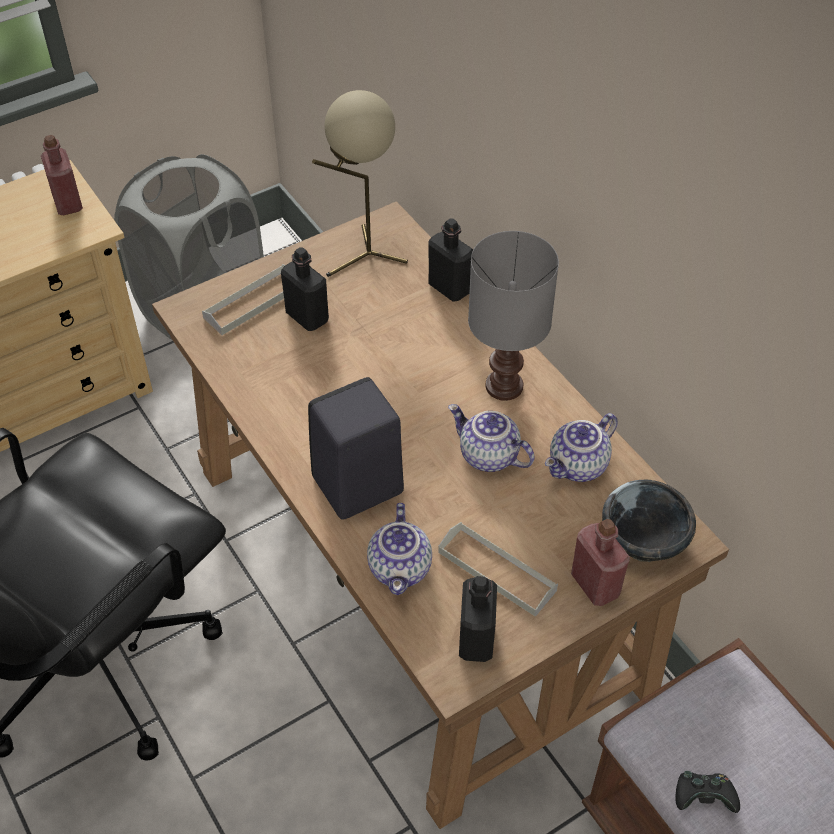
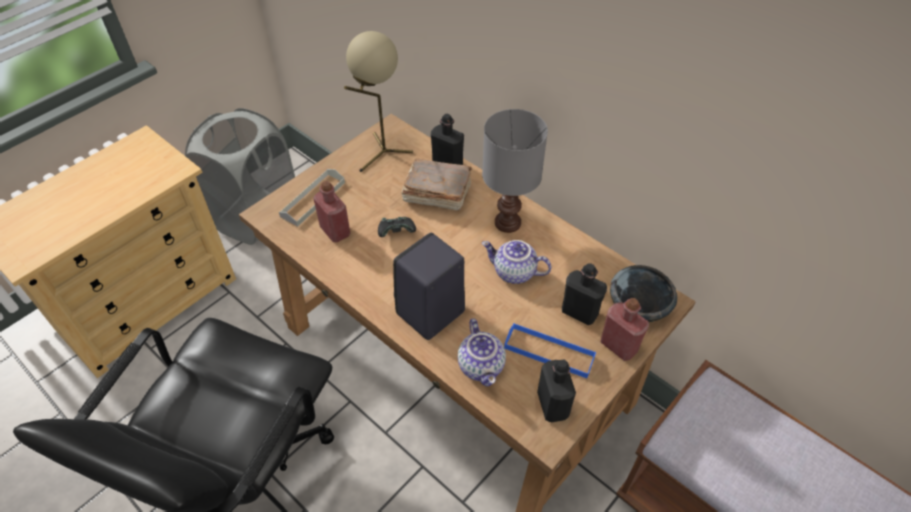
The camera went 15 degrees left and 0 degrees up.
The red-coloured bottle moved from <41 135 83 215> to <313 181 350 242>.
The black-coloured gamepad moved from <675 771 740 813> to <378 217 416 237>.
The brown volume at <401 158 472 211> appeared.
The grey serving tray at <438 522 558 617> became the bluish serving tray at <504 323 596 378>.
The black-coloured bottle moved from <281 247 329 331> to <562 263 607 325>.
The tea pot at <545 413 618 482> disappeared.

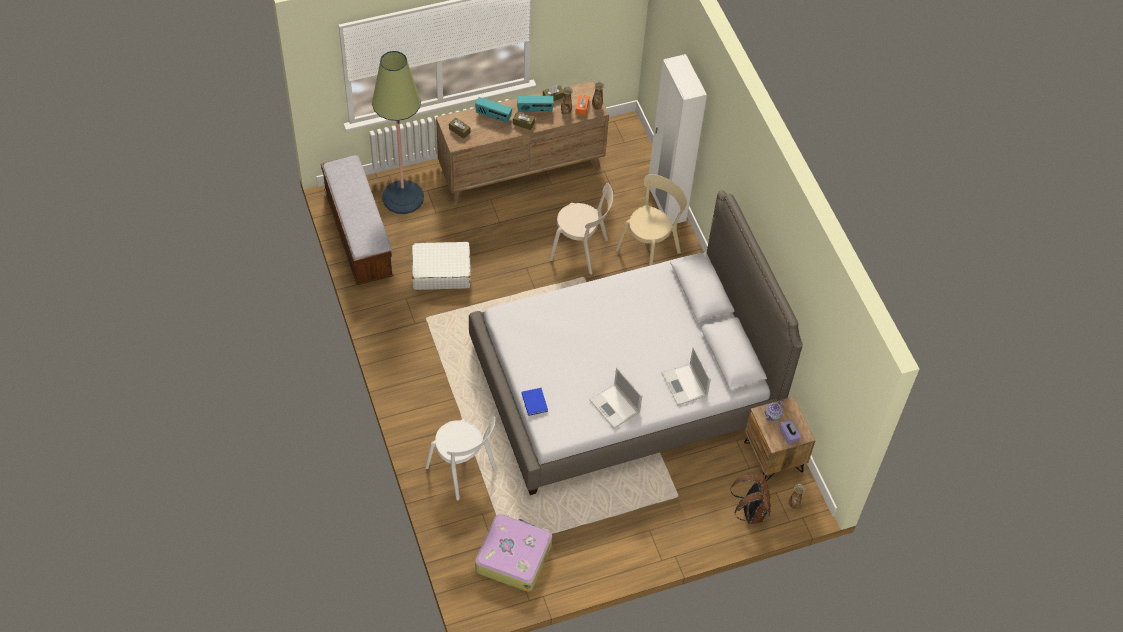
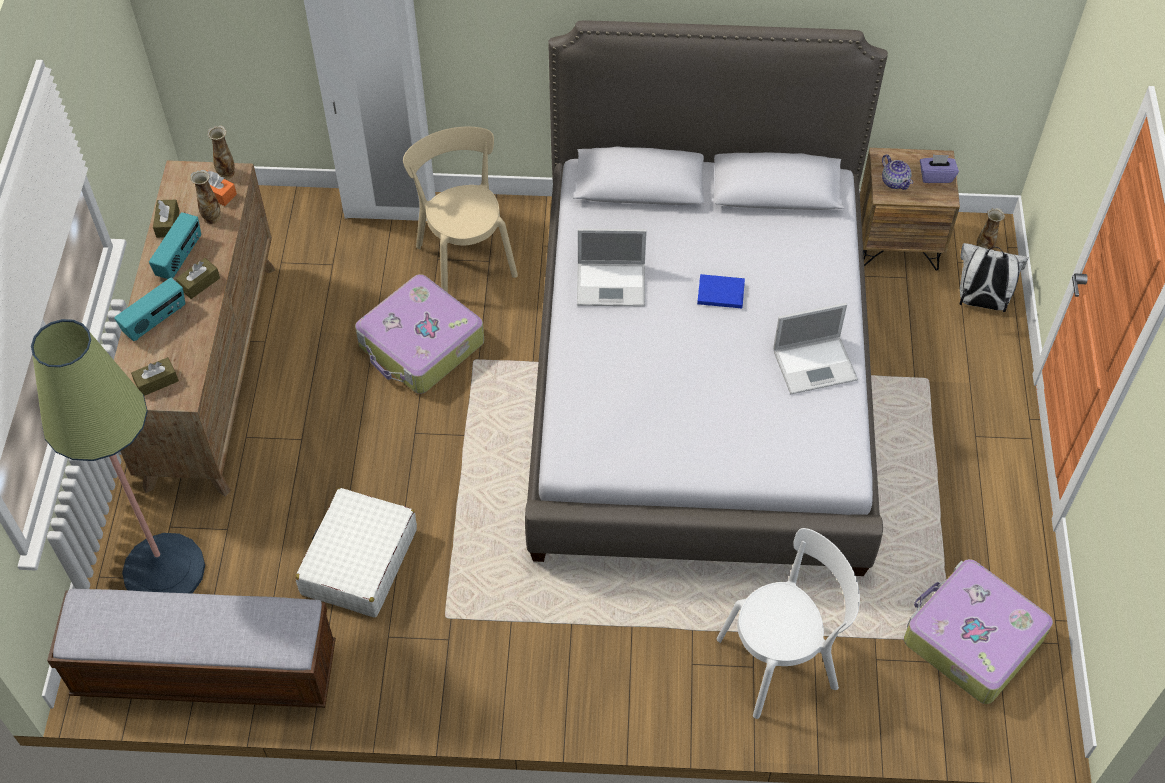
The camera went 65 degrees left and 0 degrees up.
The beige-coloured chair at <549 183 613 275> was replaced by the suitcase at <355 274 484 394>.
The portable computer moved from <662 347 711 405> to <577 229 647 307>.
The bluish volume moved from <522 388 548 416> to <697 274 745 308>.
The brown backpack at <730 473 771 524> became the white backpack at <960 243 1029 312>.

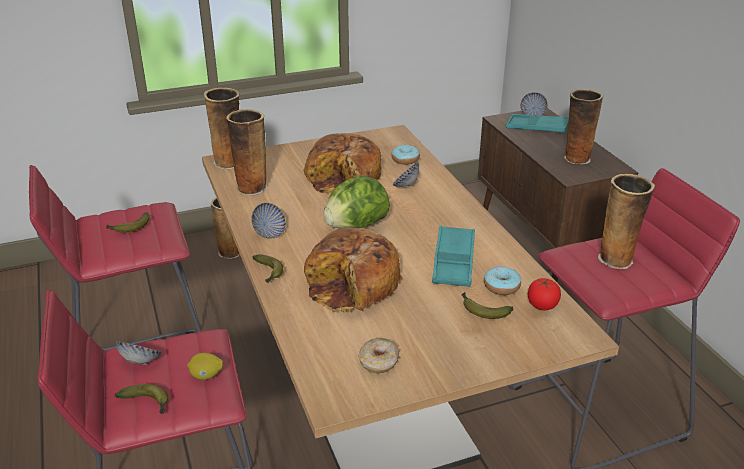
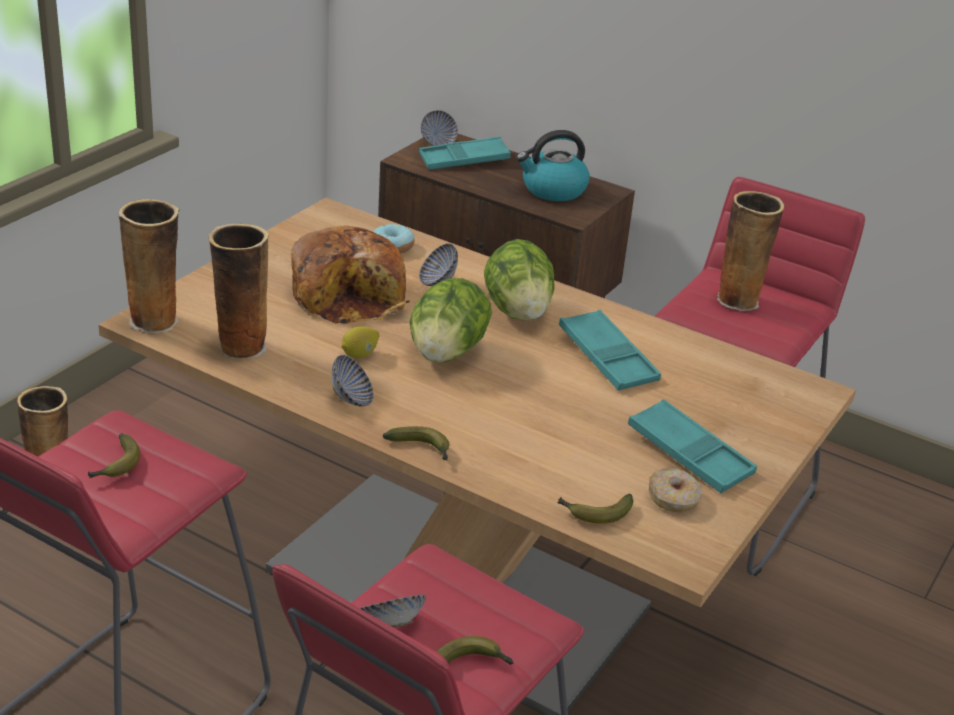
The camera went 40 degrees left and 0 degrees up.
The whole lemon moved from <187 353 223 380> to <342 326 379 358>.
The lettuce at <484 239 555 321> appeared.
The decorative vase at <564 89 603 164> was replaced by the tea kettle at <516 130 590 201>.
The whole banana moved from <462 292 513 319> to <557 494 633 524>.
The turquoise-coloured serving tray at <628 399 757 493> appeared.
The bread at <304 227 403 313> disappeared.
The doughnut at <484 266 521 295> disappeared.
The fresh tomato at <528 278 561 310> disappeared.

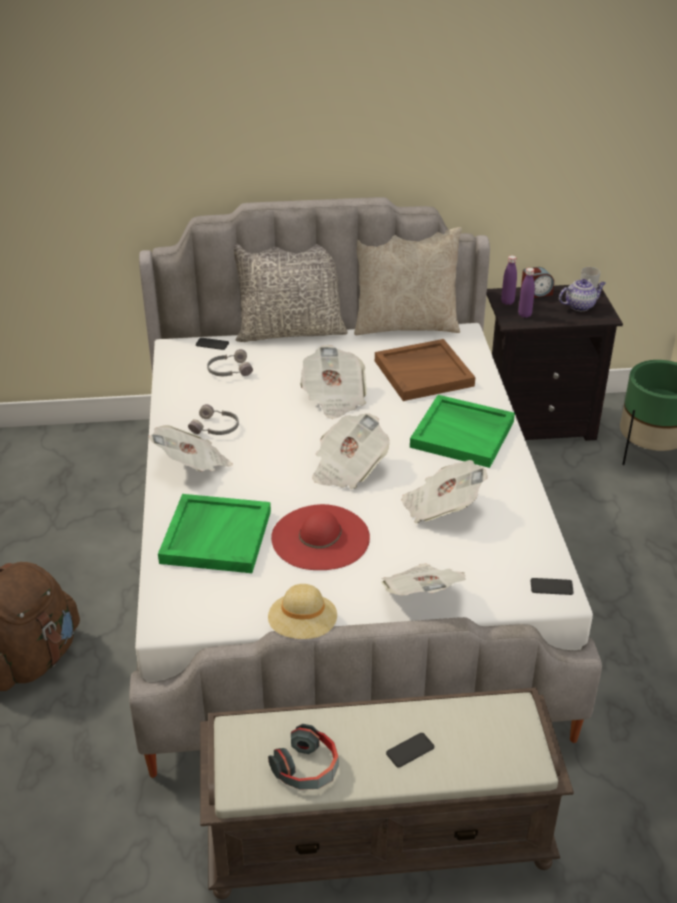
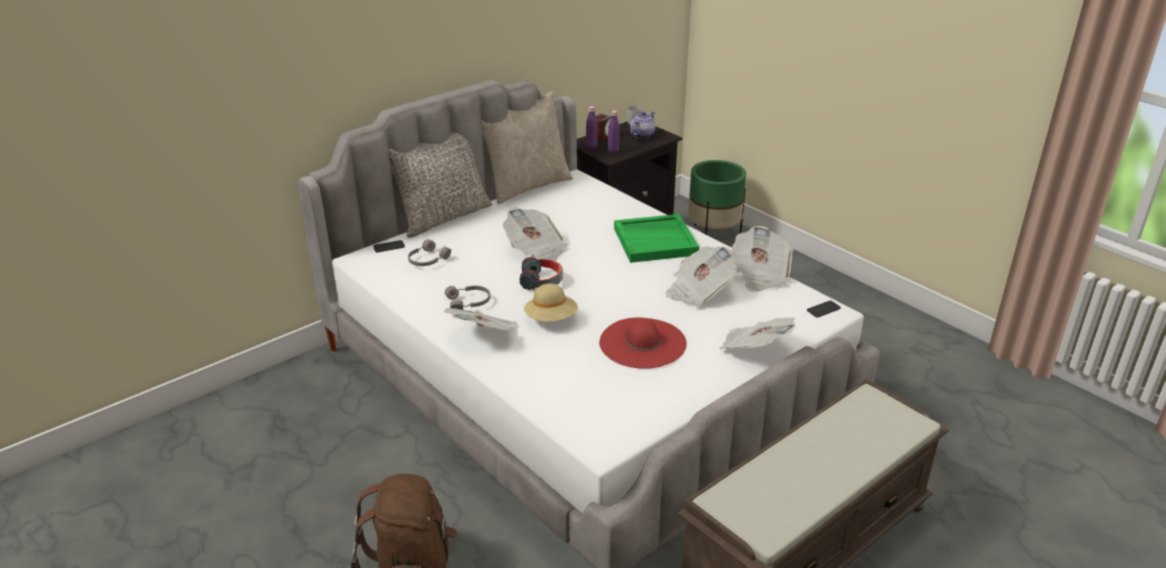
The camera went 35 degrees left and 5 degrees down.
The headset moved from <268 724 339 789> to <520 257 563 290>.
The beige-coloured hat moved from <268 584 337 639> to <524 283 578 322>.
The printed paper moved from <312 413 389 489> to <731 226 793 292>.
The green serving tray at <158 494 271 573> disappeared.
The brown serving tray at <375 339 475 401> disappeared.
The telephone at <386 733 434 768> disappeared.

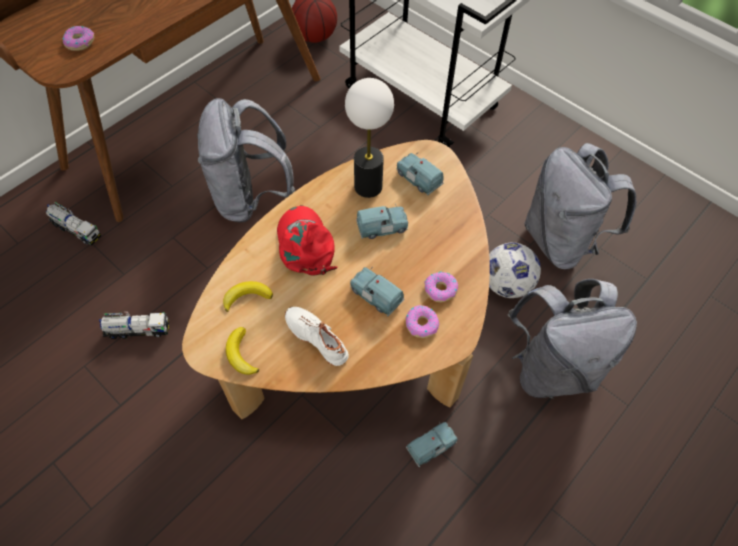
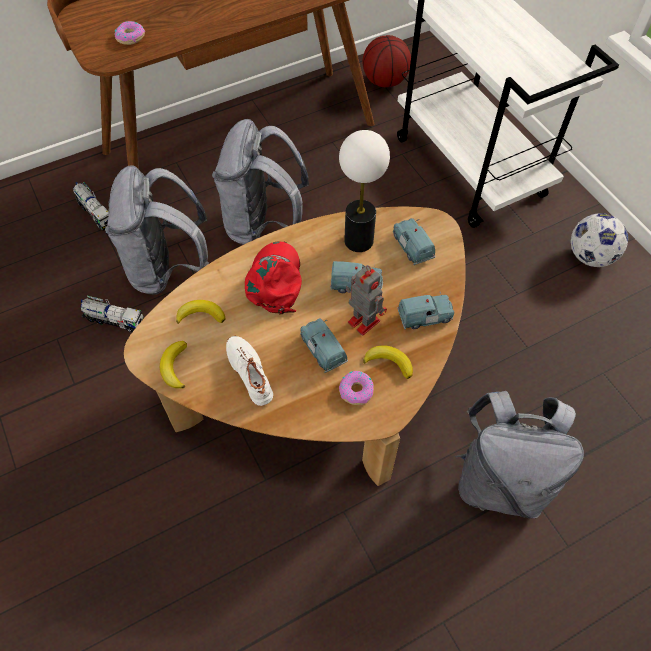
The camera went 20 degrees right and 0 degrees up.
The grey backpack moved from <525 143 637 269> to <105 165 209 295>.
The robot figure at <346 265 387 336> appeared.
The doughnut at <424 271 458 302> was replaced by the whole banana at <363 346 413 379>.
The bluish miniature car moved from <406 422 458 467> to <397 292 454 329>.
The ball for football moved from <489 243 541 298> to <571 213 628 267>.

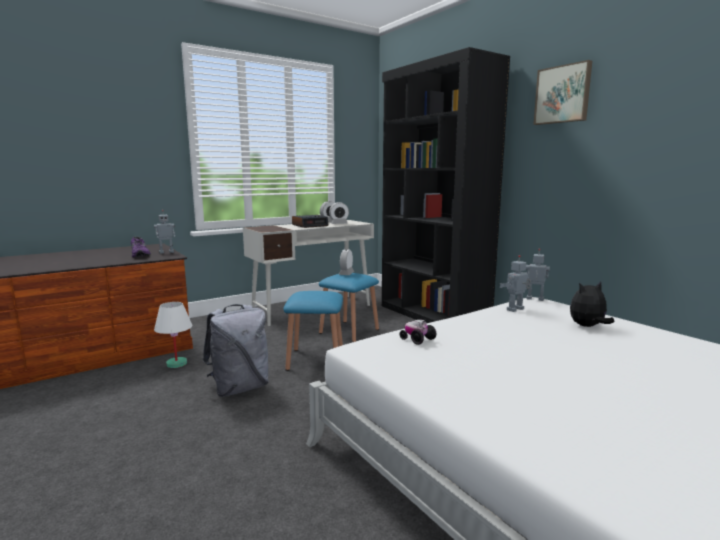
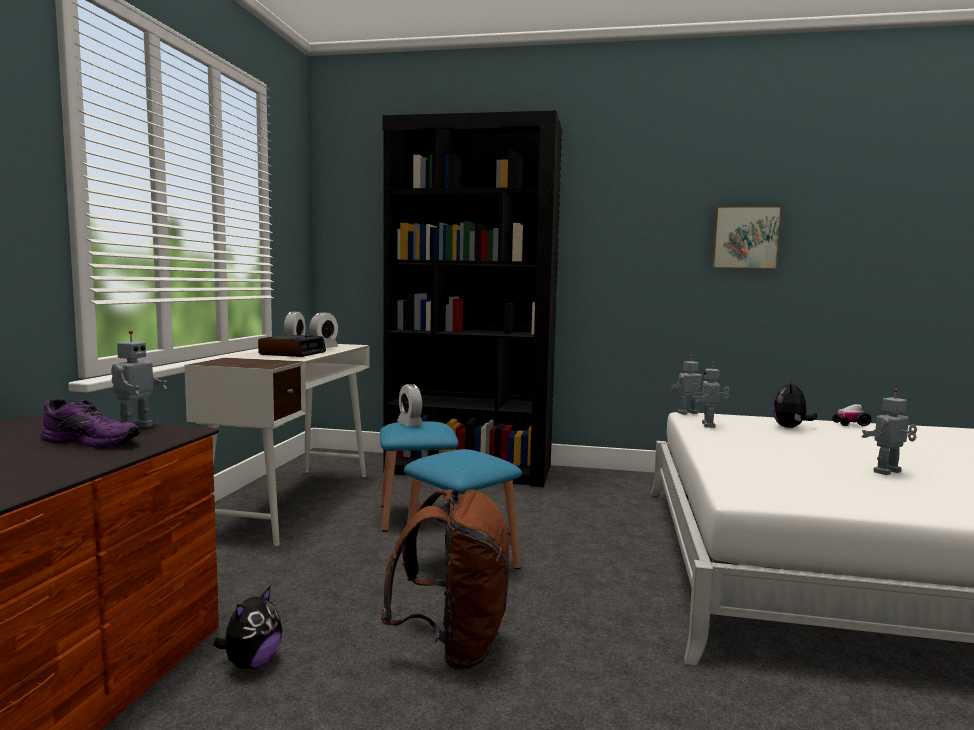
The camera went 45 degrees left and 5 degrees down.
The white table lamp at <154 302 192 368> was replaced by the plush toy at <213 586 282 669>.
The grey backpack at <202 304 269 397> became the brown backpack at <381 489 511 670>.
The wall art moved from <533 60 592 125> to <711 206 783 270>.
The miniature car moved from <400 320 436 345> to <832 404 872 426>.
The robot figure at <861 389 917 475> appeared.

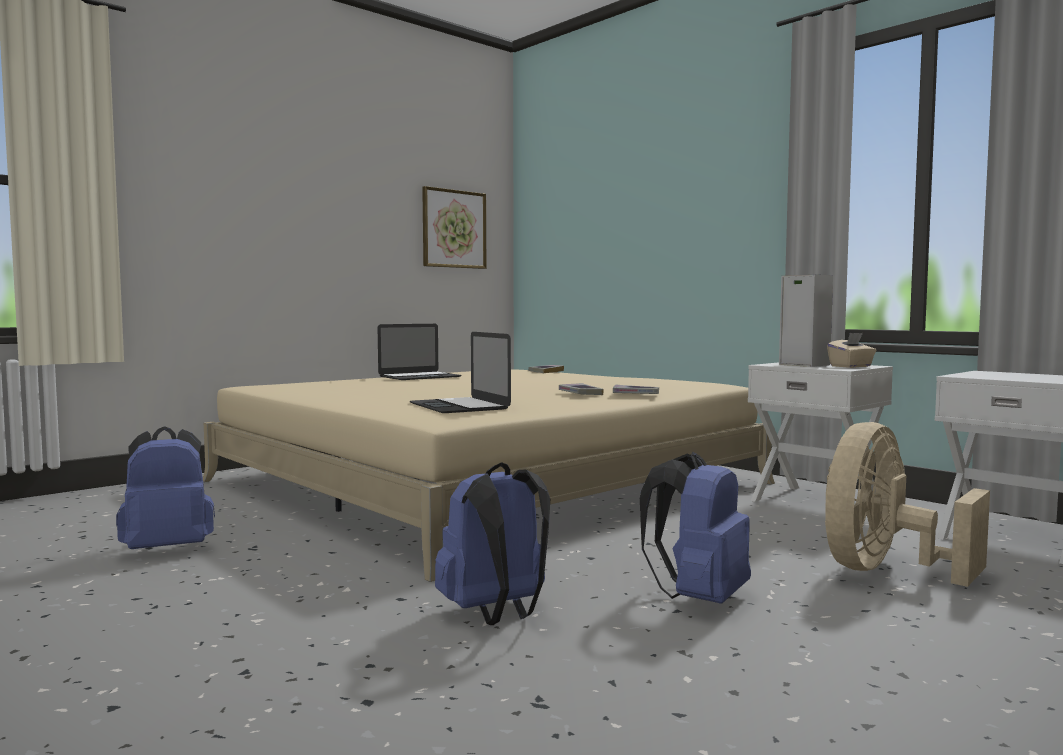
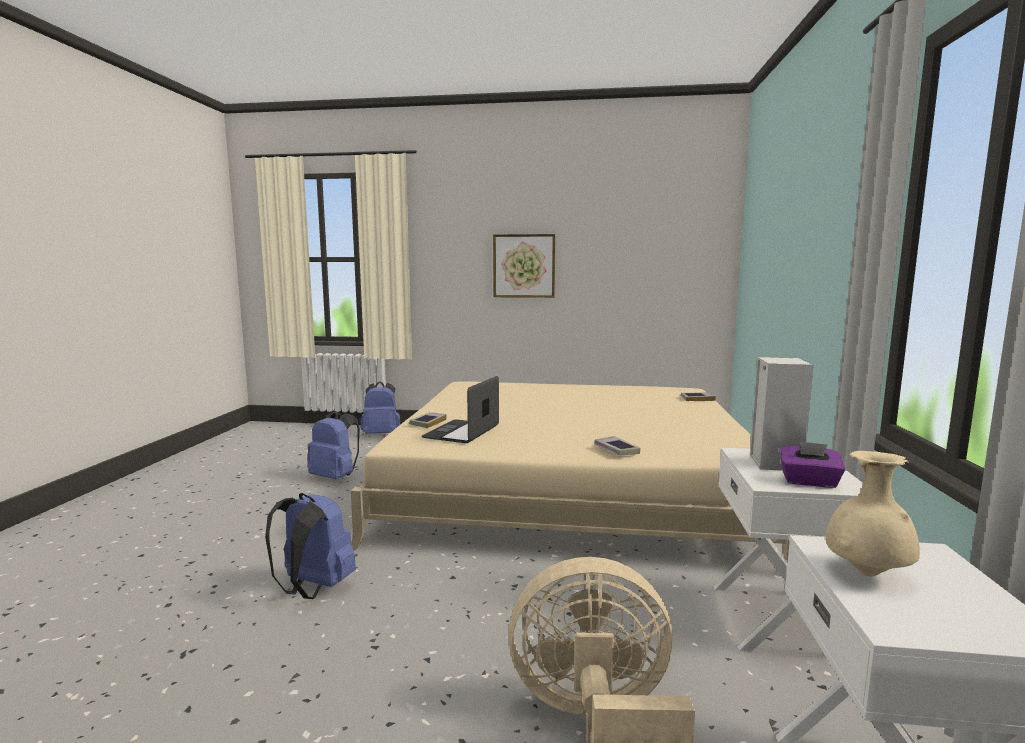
The camera went 50 degrees right and 5 degrees up.
The bluish backpack moved from <640 451 751 604> to <360 382 400 434>.
The volume moved from <559 383 604 395> to <409 412 447 428>.
The wall art moved from <422 186 486 269> to <493 234 555 298>.
The beige-coloured box of tissues at <827 333 876 368> became the purple-coloured box of tissues at <779 441 845 488>.
The beige-coloured decorative vase at <826 451 920 577> appeared.
The portable computer at <378 324 462 380> disappeared.

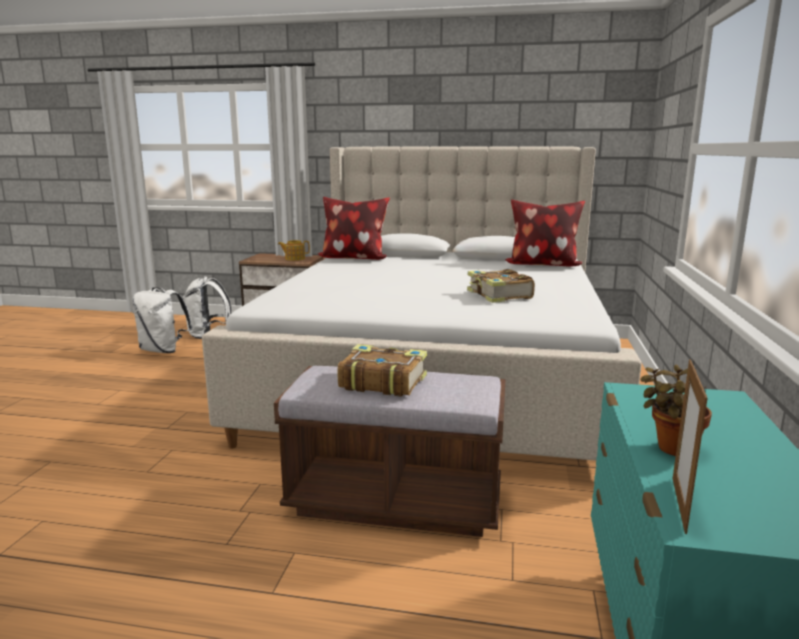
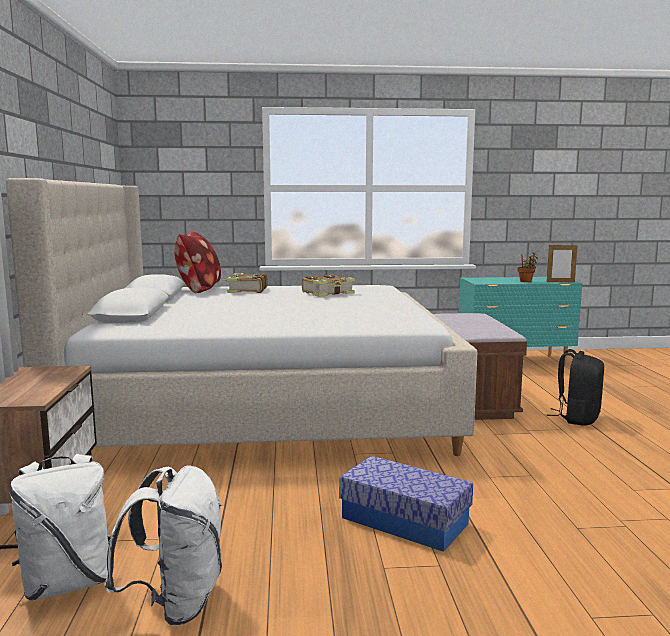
The camera went 105 degrees left and 5 degrees down.
The volume moved from <338 344 427 397> to <224 273 268 293>.
The storage box at <339 456 473 552> appeared.
The black-coloured backpack at <547 349 604 426> appeared.
The tea pot at <278 240 310 261> disappeared.
The cushion at <318 197 390 260> disappeared.

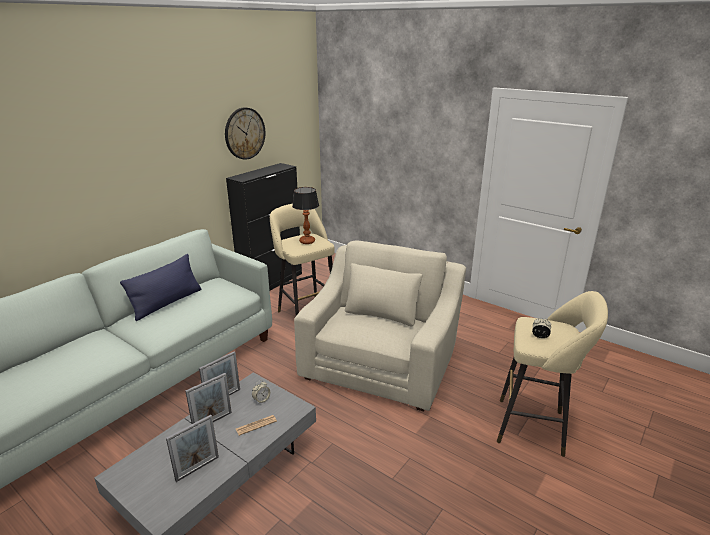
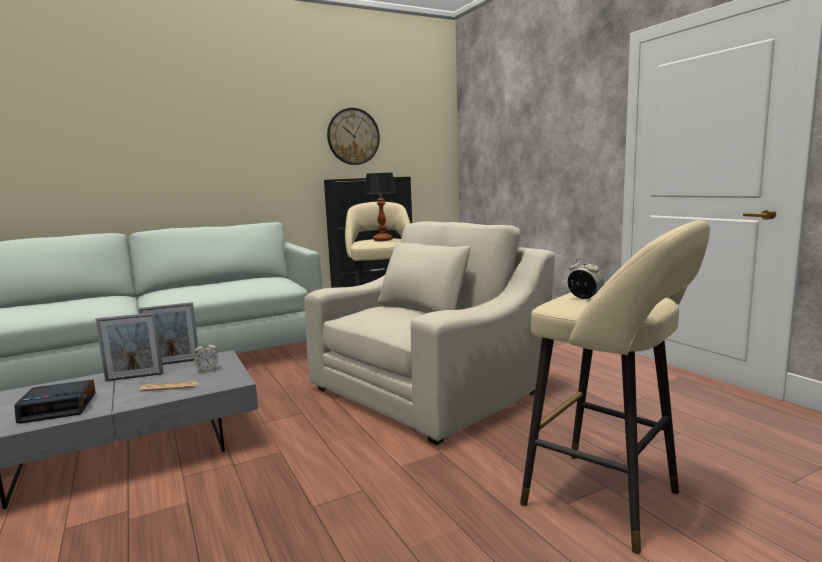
The camera went 25 degrees right and 15 degrees down.
The photo frame at <166 415 219 482> was replaced by the table clock at <14 379 96 424>.
The bluish cushion at <120 254 202 321> disappeared.

